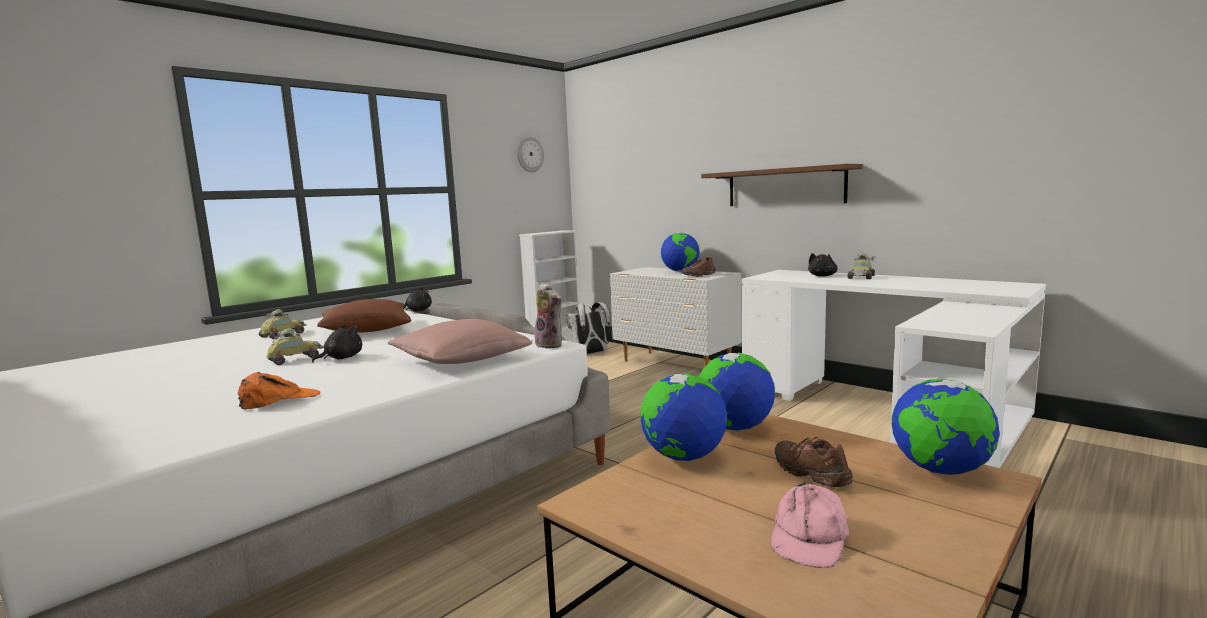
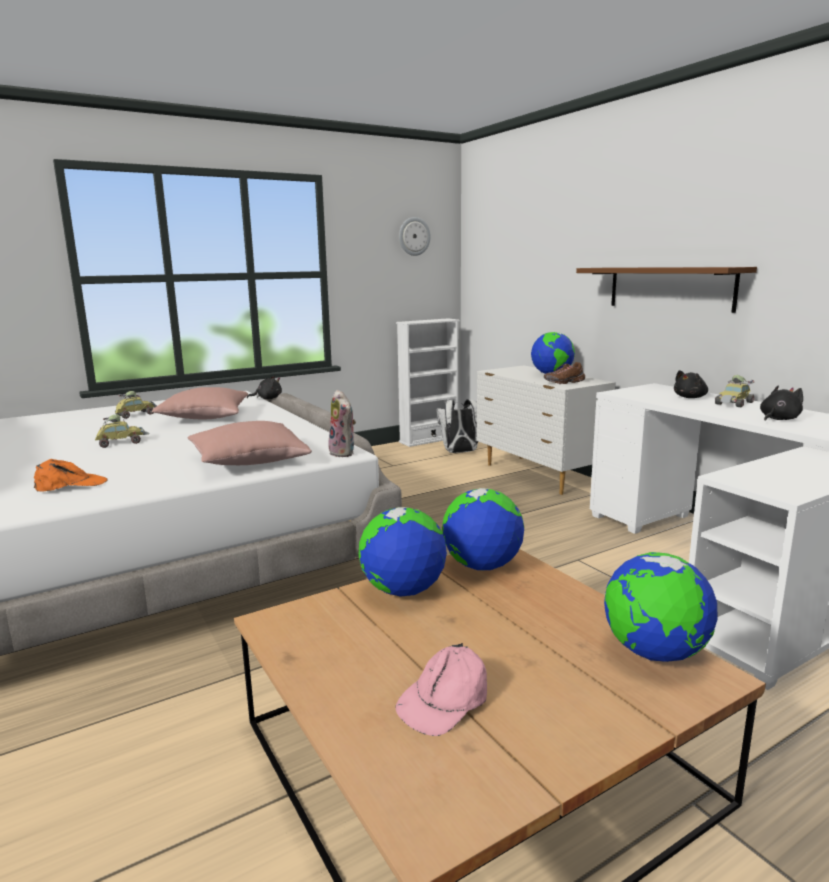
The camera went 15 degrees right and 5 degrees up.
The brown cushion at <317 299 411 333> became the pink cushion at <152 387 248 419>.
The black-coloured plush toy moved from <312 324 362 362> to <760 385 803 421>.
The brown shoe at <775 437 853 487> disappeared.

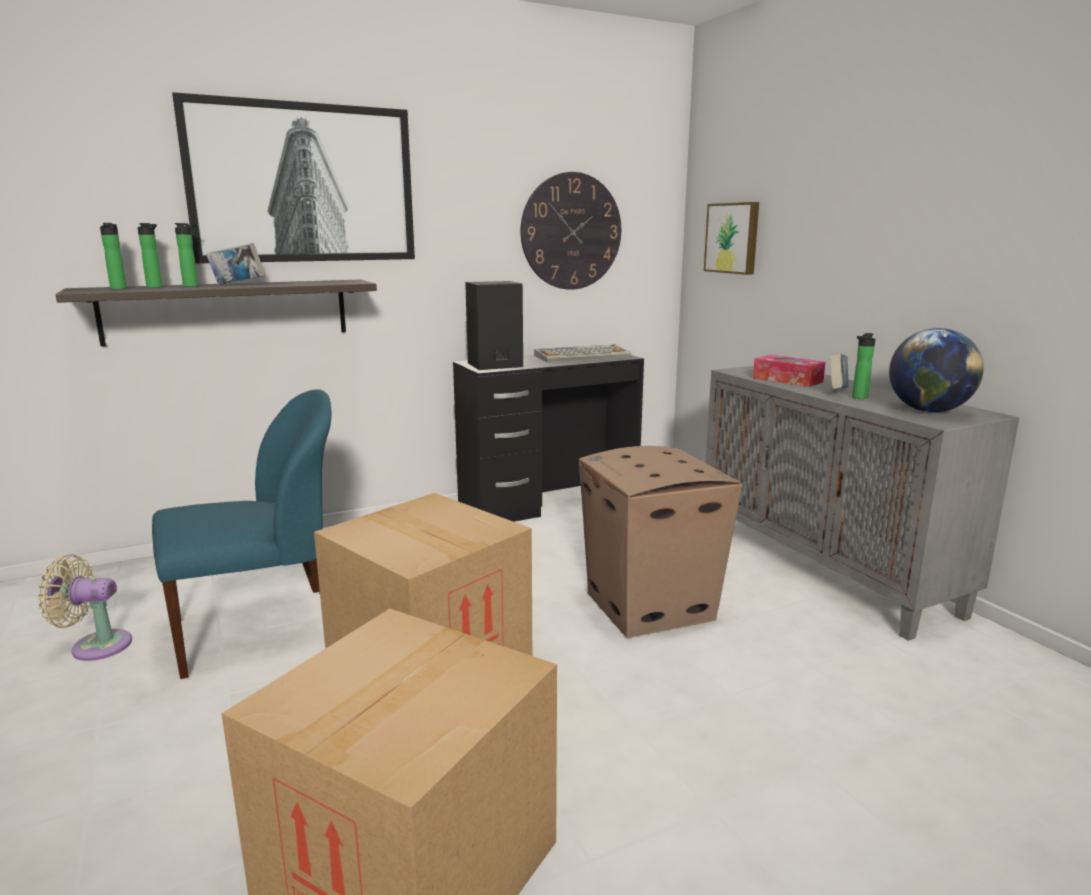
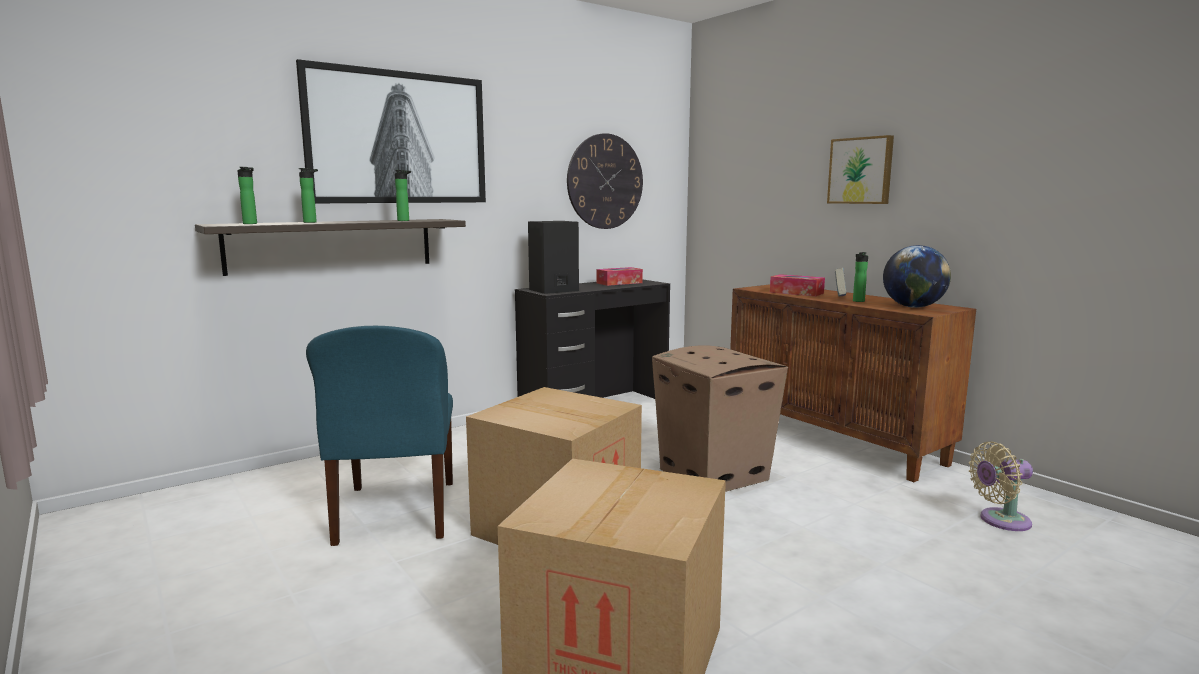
The camera went 10 degrees left and 5 degrees down.
The bluish chair at <152 389 331 679> turned 120 degrees clockwise.
The bottle moved from <138 223 162 288> to <395 170 411 221>.
The PC keyboard at <534 345 631 362> was replaced by the box of tissues at <596 267 643 286>.
The grey storage cabinet at <705 366 1019 641> became the brown storage cabinet at <730 284 976 482>.
The wall art moved from <704 202 759 275> to <827 135 894 204>.
The beige-coloured cooling fan moved from <38 554 132 661> to <969 442 1033 531>.
The volume at <206 243 265 285> disappeared.

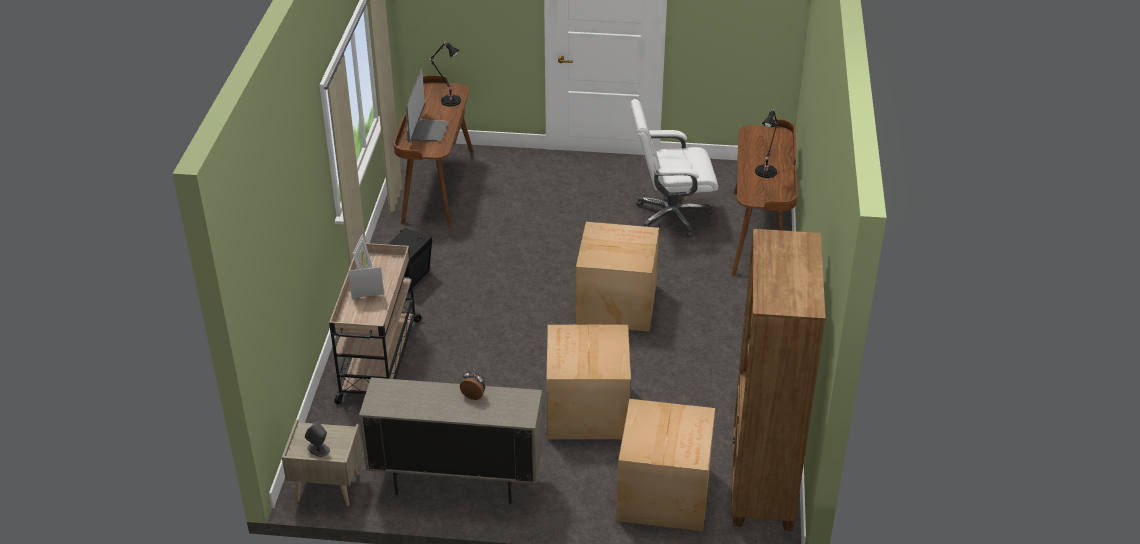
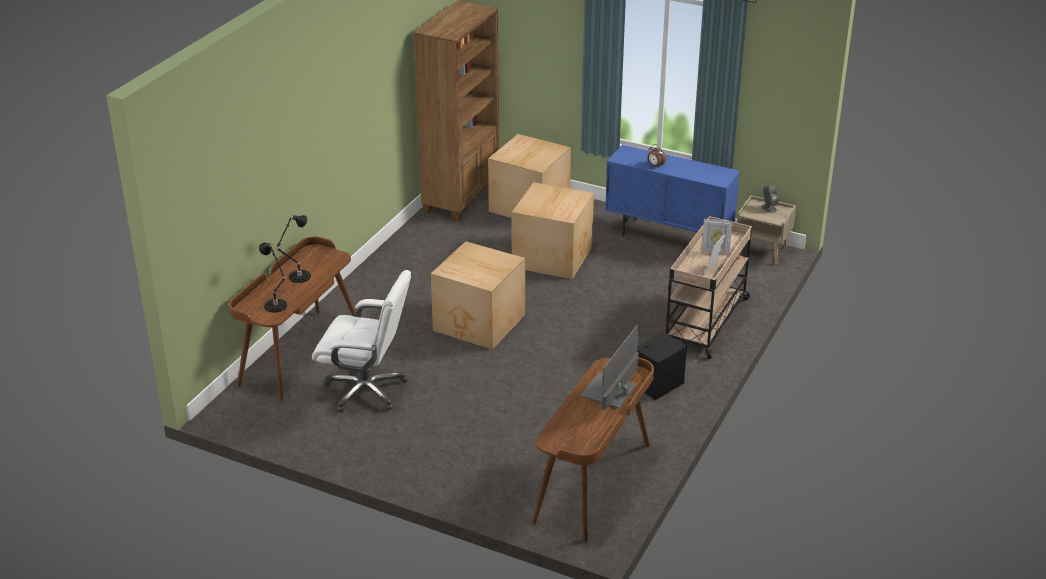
The camera went 160 degrees left and 5 degrees down.
The black-coloured table lamp moved from <429 42 461 106> to <259 243 287 313>.
The beige-coloured storage cabinet at <359 377 543 504> became the bluish storage cabinet at <605 145 740 236>.

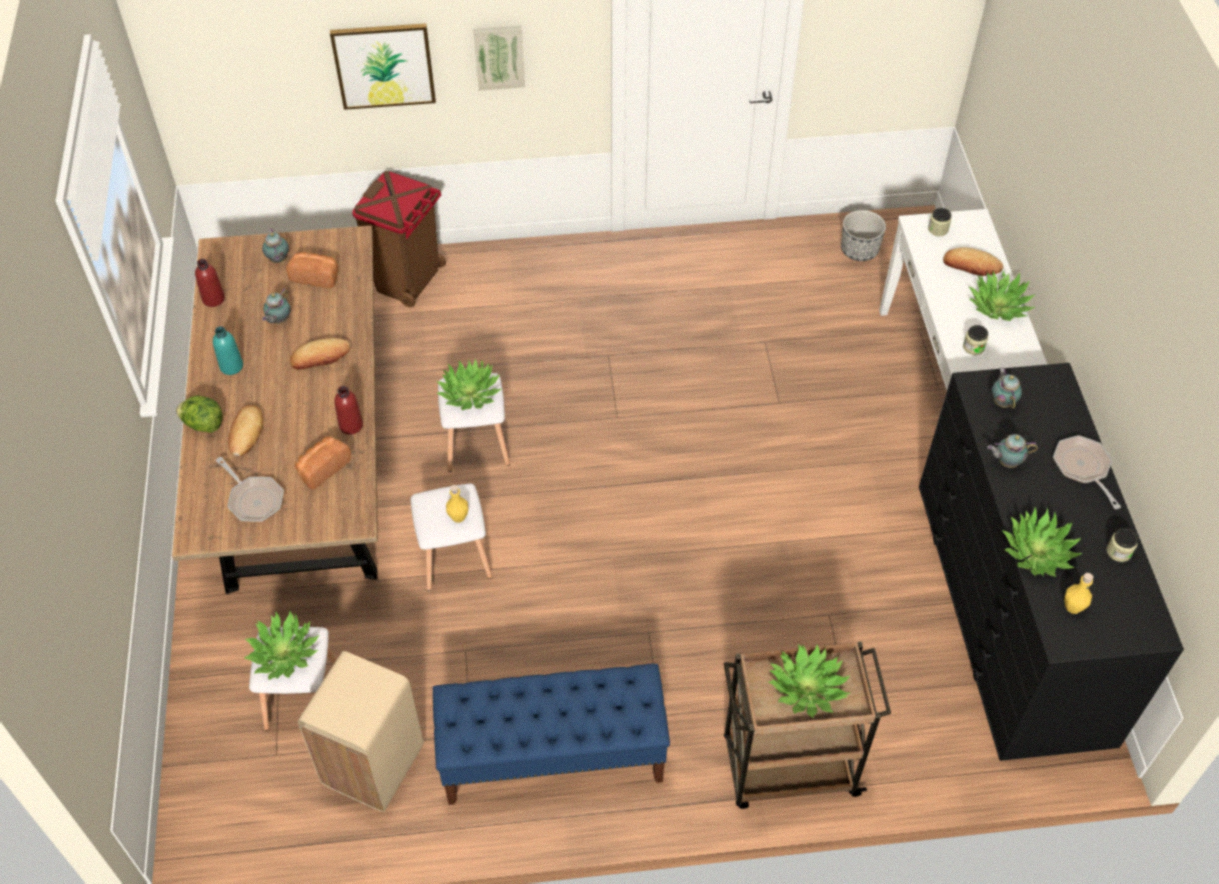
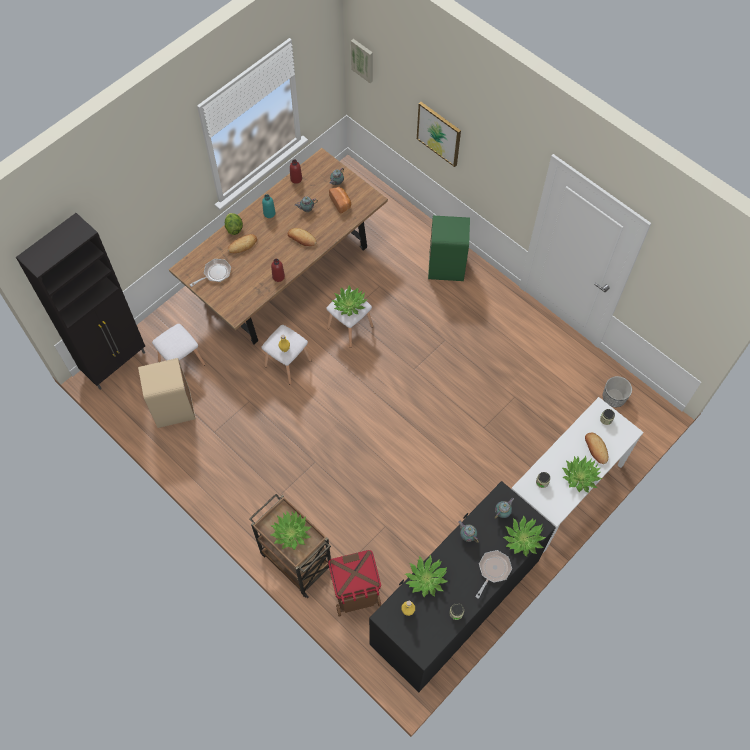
The camera went 50 degrees right and 10 degrees up.
The black-coloured storage cabinet at <16 213 145 390> appeared.
The pan at <215 457 284 522> turned 135 degrees counterclockwise.
The brown waste bin moved from <352 171 446 307> to <328 550 381 617>.
The wall art moved from <473 26 525 90> to <351 39 373 83>.
The green waste bin at <428 216 470 281> appeared.
The plant in a pot moved from <244 611 319 680> to <503 515 546 557>.
The bread at <295 437 351 489> disappeared.
The bluish indoor bench at <433 664 670 805> disappeared.

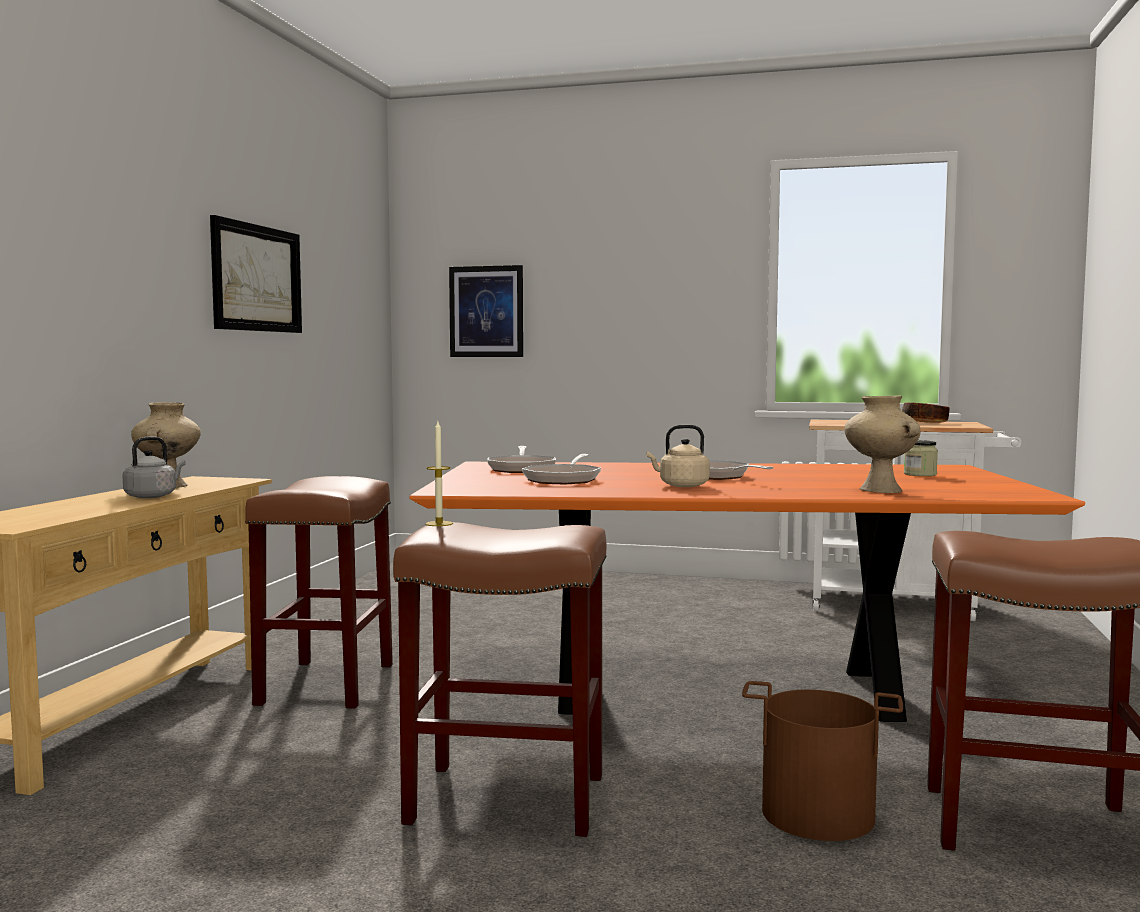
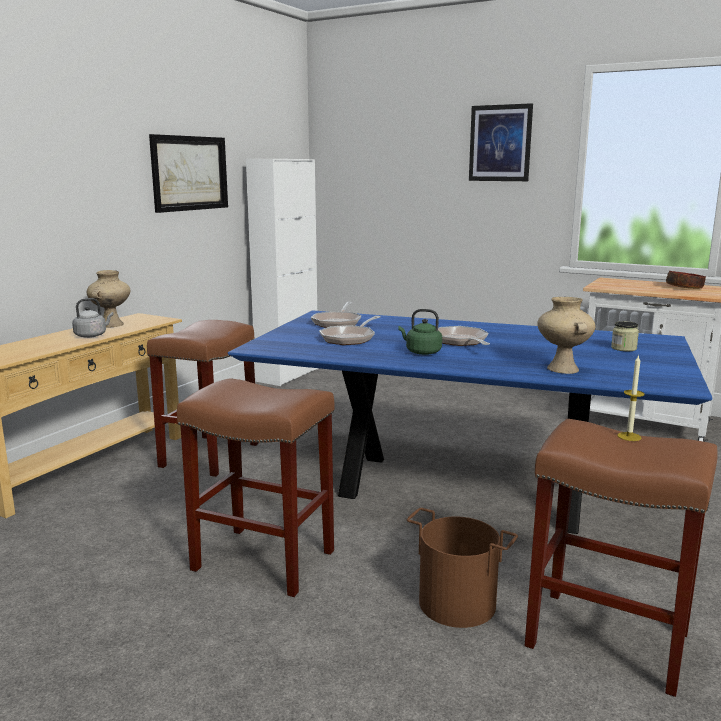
The camera went 15 degrees right and 10 degrees up.
The orange-coloured kitchen table at <409 462 1085 722> became the bluish kitchen table at <228 310 712 534>.
The white storage cabinet at <246 159 318 386> appeared.
The beige-coloured tea kettle at <646 425 710 487> became the green tea kettle at <398 309 442 355>.
The wall art moved from <449 265 523 357> to <469 103 533 181>.
The wax light moved from <425 421 453 526> to <617 355 645 441>.

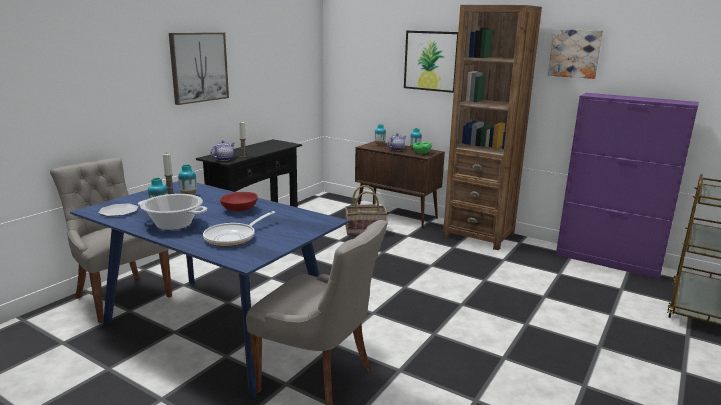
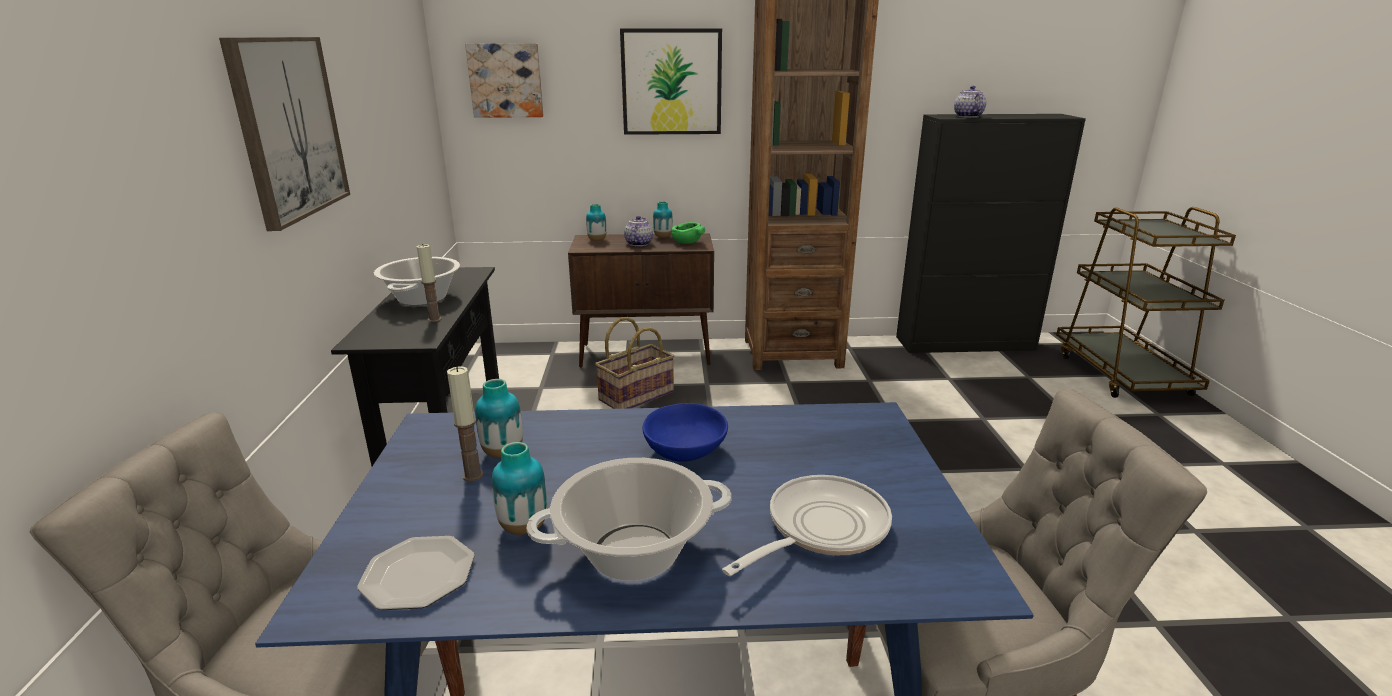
The camera went 35 degrees left and 5 degrees up.
The stockpot at <374 257 460 306> appeared.
The wall art moved from <548 29 603 79> to <465 43 544 118>.
The red-coloured deep dish at <220 192 258 211> became the bluish deep dish at <642 403 728 462>.
The pan at <203 211 275 247> turned 135 degrees counterclockwise.
The purple-coloured storage cabinet at <556 93 699 279> became the black-coloured storage cabinet at <896 114 1086 353>.
The tea pot moved from <210 140 235 161> to <954 86 986 118>.

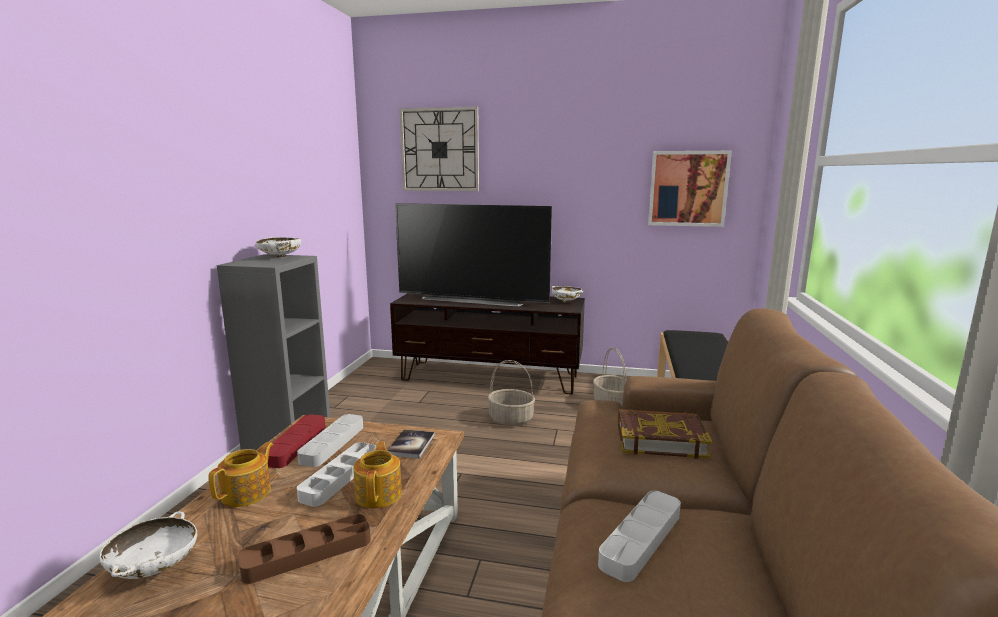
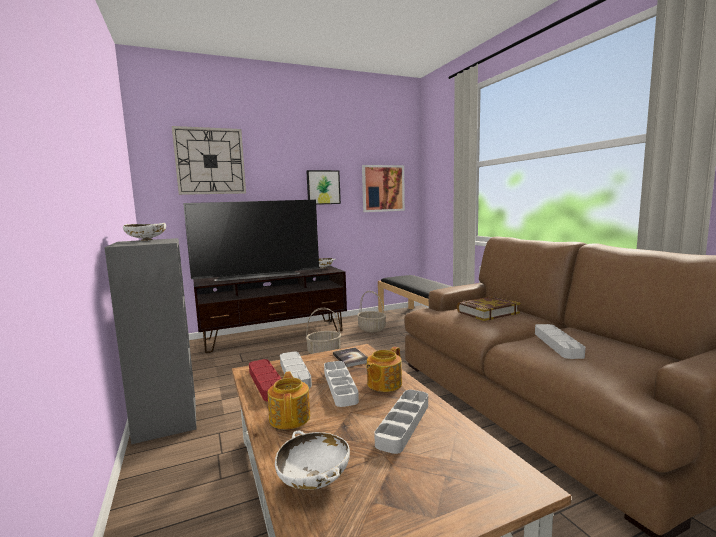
The camera went 35 degrees left and 5 degrees down.
The wall art at <306 170 341 205> appeared.
The tea pot at <353 442 402 509> turned 105 degrees counterclockwise.
The brown serving tray at <238 514 371 584> became the grey serving tray at <374 390 428 454>.

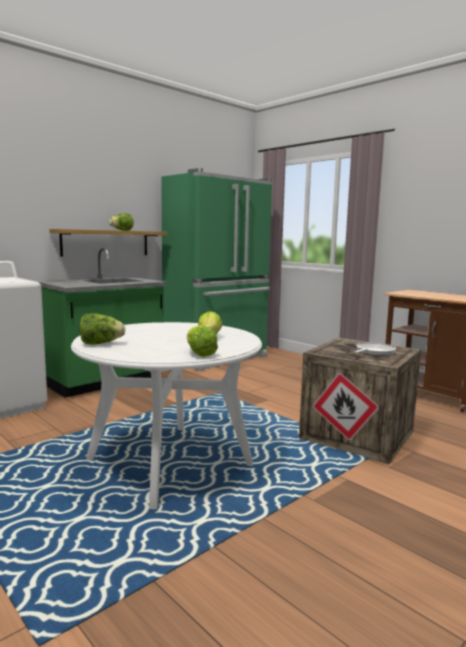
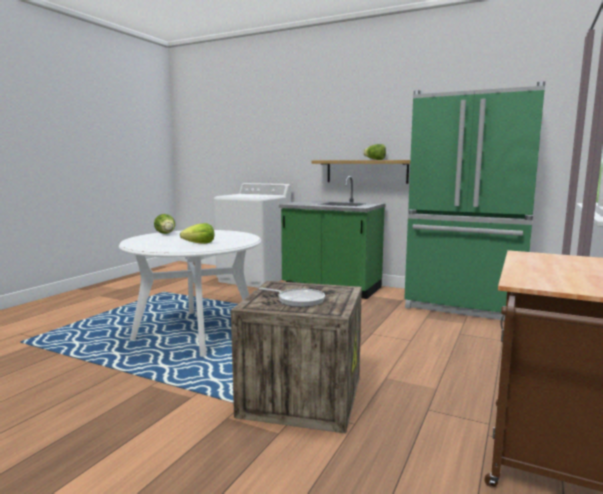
The camera went 70 degrees right and 0 degrees up.
The lettuce at <187 325 218 357> disappeared.

